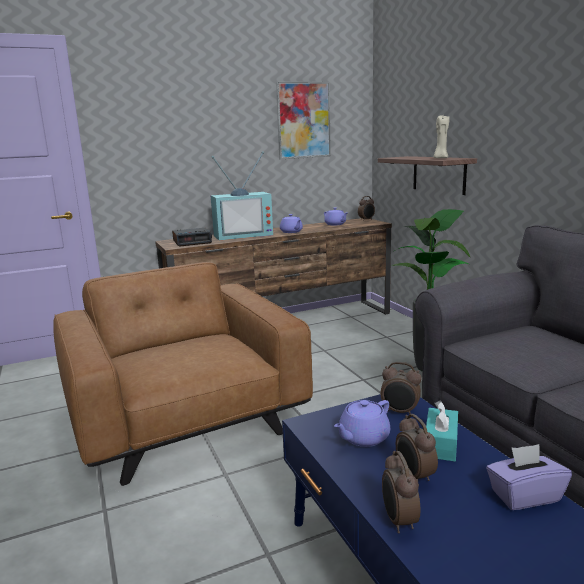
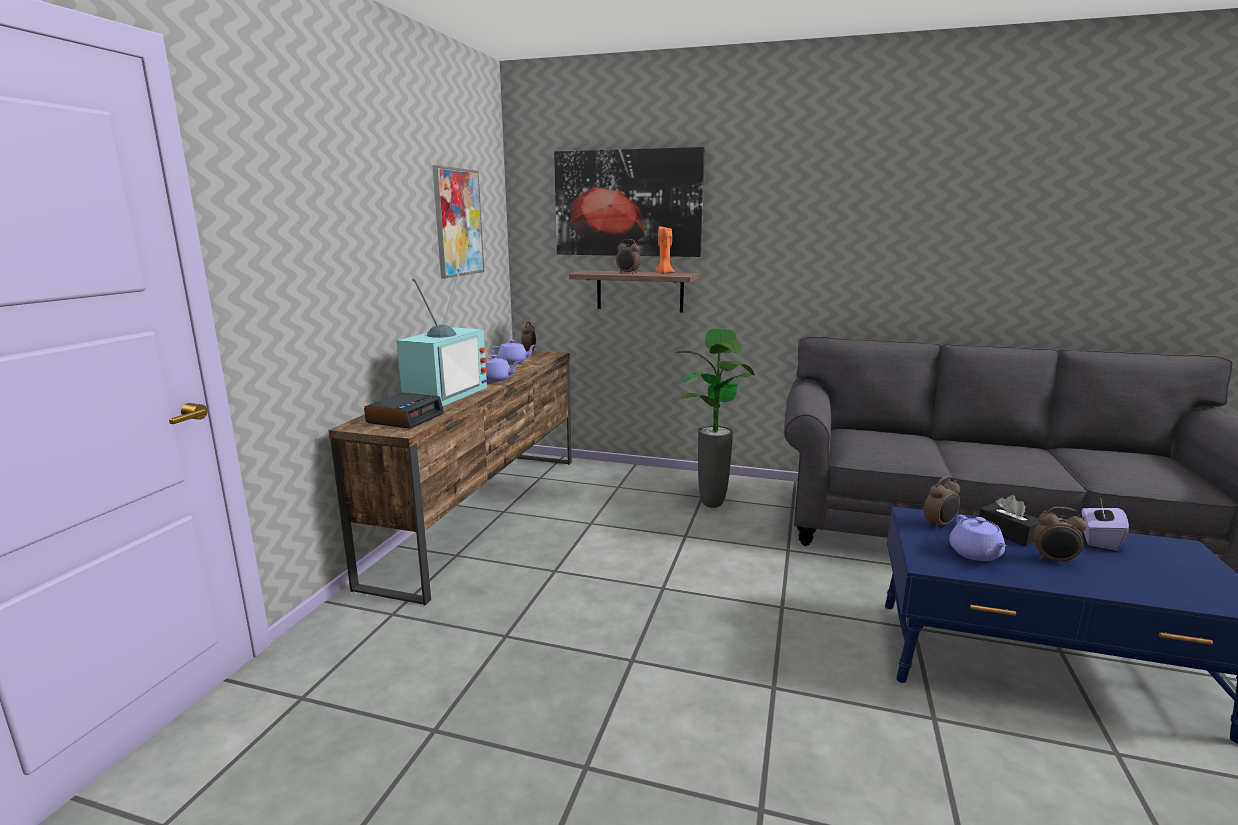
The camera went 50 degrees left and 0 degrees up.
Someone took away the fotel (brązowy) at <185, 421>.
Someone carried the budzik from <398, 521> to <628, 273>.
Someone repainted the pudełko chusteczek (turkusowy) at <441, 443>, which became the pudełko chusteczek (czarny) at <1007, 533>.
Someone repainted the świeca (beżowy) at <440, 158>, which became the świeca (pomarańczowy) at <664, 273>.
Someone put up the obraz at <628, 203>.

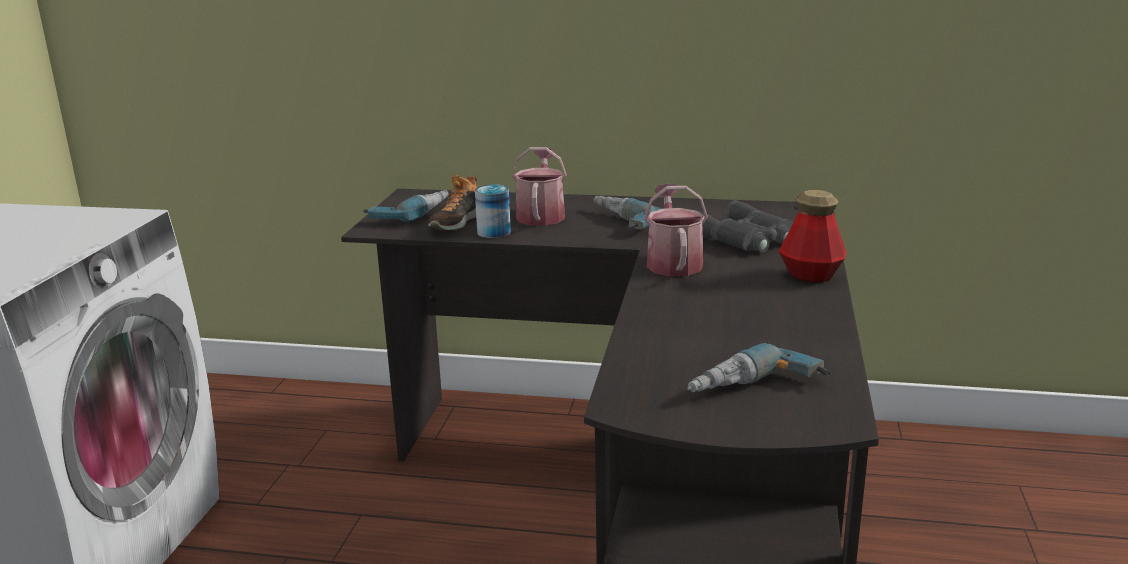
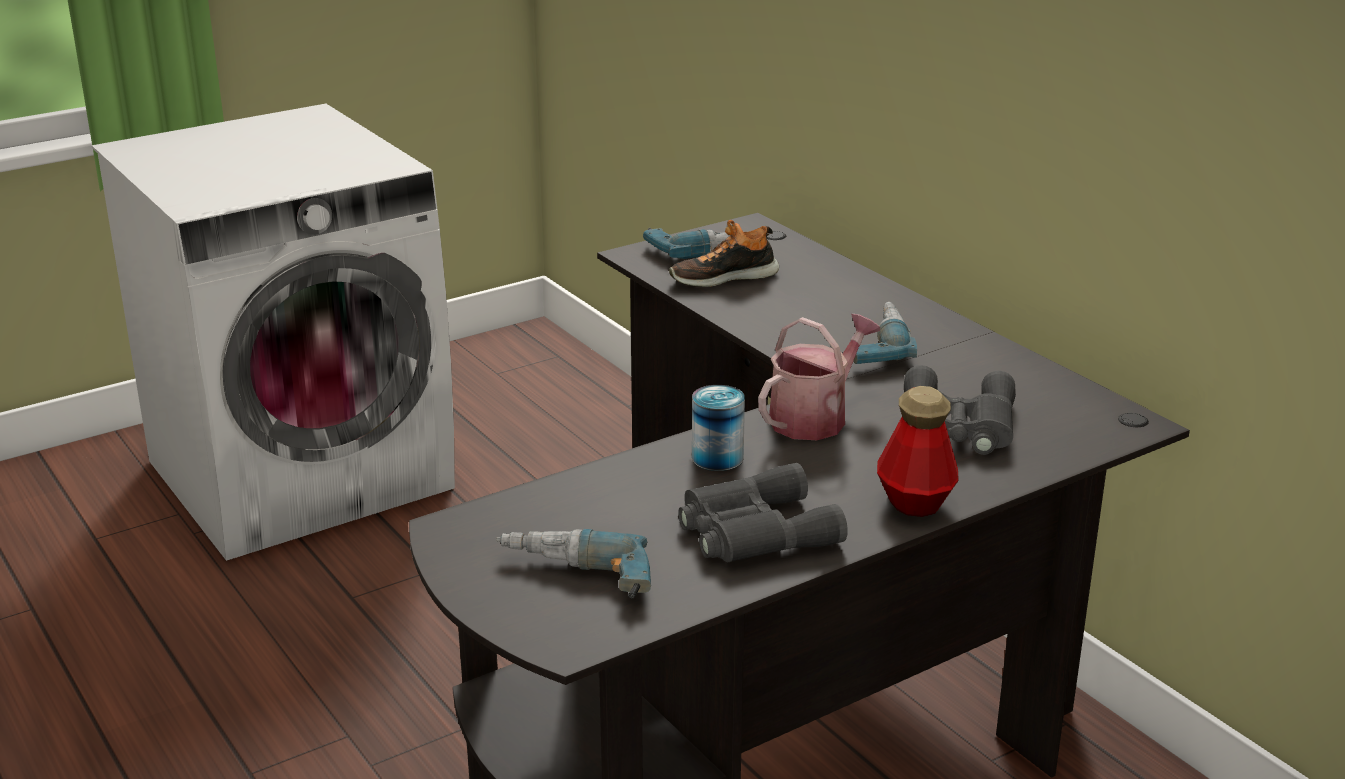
The camera went 45 degrees right and 5 degrees up.
Someone carried the puszka from <494, 232> to <717, 457>.
Someone took away the konewka at <541, 215>.
Someone put down the lornetka (szary) at <753, 531>.

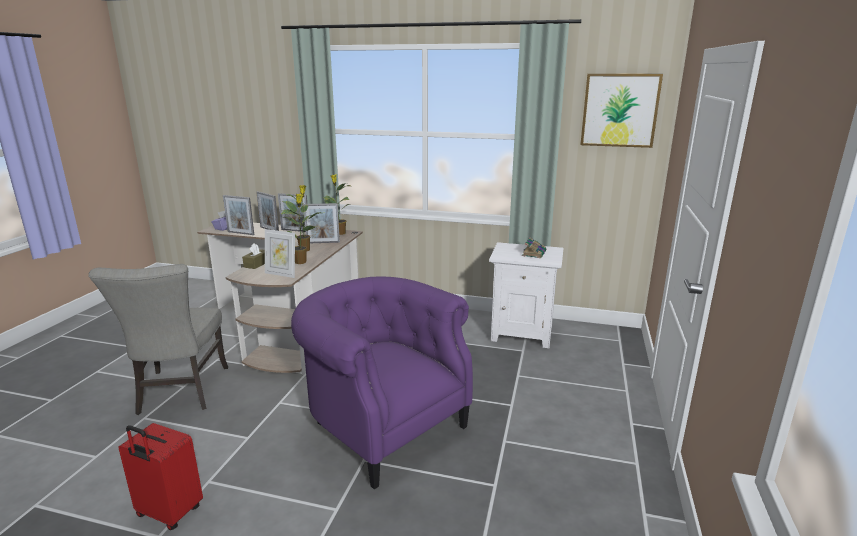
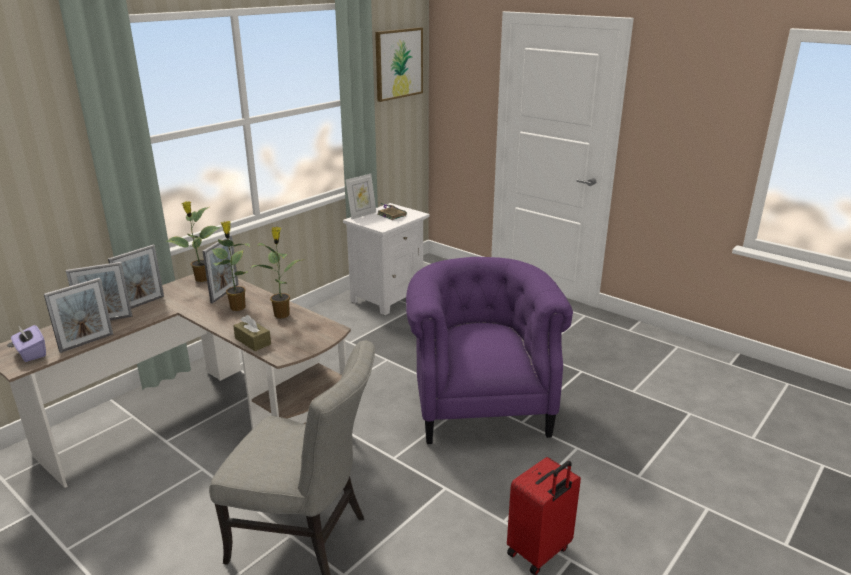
The camera went 65 degrees left and 5 degrees up.
Someone carried the ramka na zdjęcie from <281, 274> to <362, 215>.
Someone rotated the fotel (fioletowy) at <382, 426> by 105 degrees clockwise.

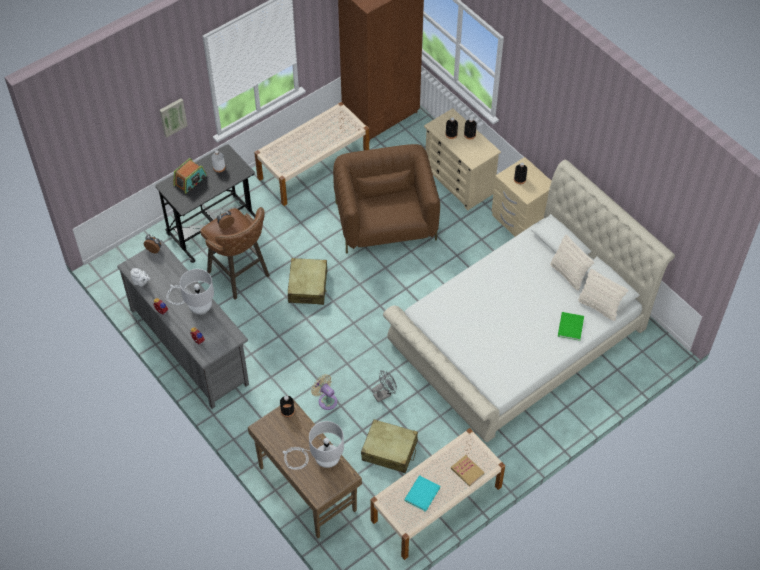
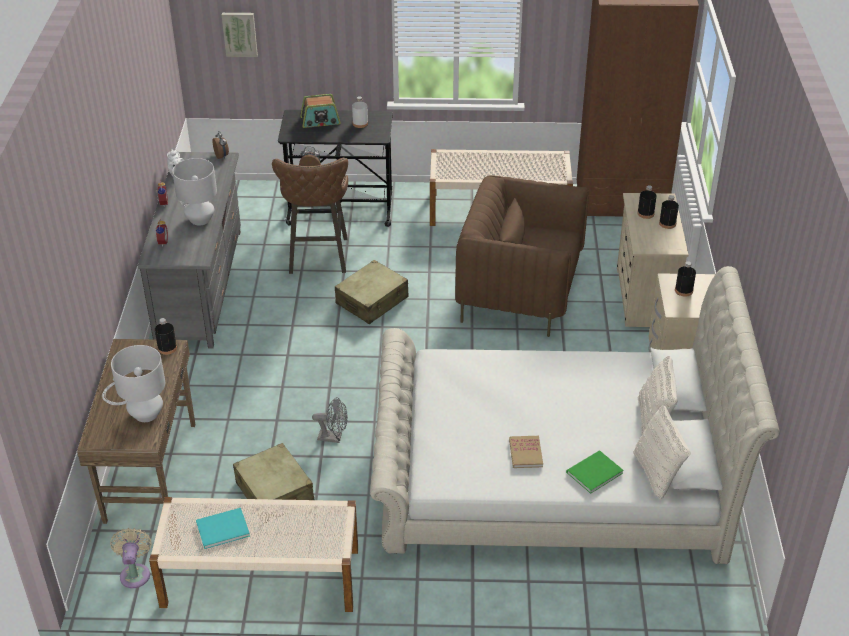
The camera went 40 degrees right and 15 degrees down.
Someone carried the obraz from <172, 116> to <240, 34>.
Someone carried the wentylator (beżowy) from <326, 400> to <135, 573>.
Someone rotated the fotel (brązowy) at <386, 222> by 105 degrees counterclockwise.
Someone carried the książka from <467, 471> to <525, 453>.

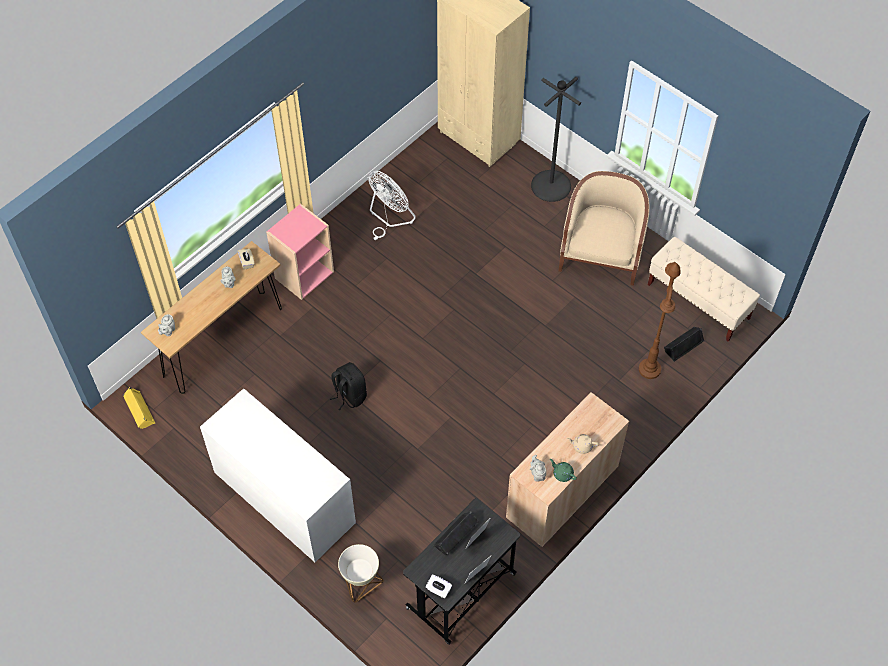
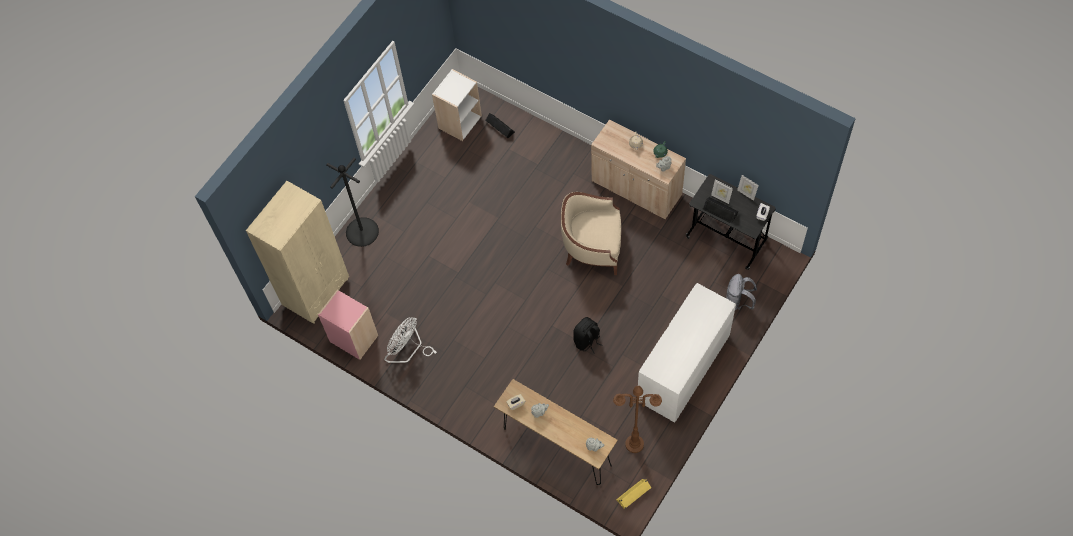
The camera went 95 degrees left and 5 degrees up.
Someone carried the regał (różowy) from <304, 274> to <353, 338>.
Someone swapped the donica at <361, 585> for the plecak (szary) at <738, 301>.
Someone carried the fotel (beżowy) from <601, 253> to <592, 247>.
Someone carried the lampa stojąca (brązowy) from <649, 369> to <634, 444>.
Someone swapped the ławka (beżowy) at <698, 302> for the regał (biały) at <460, 121>.

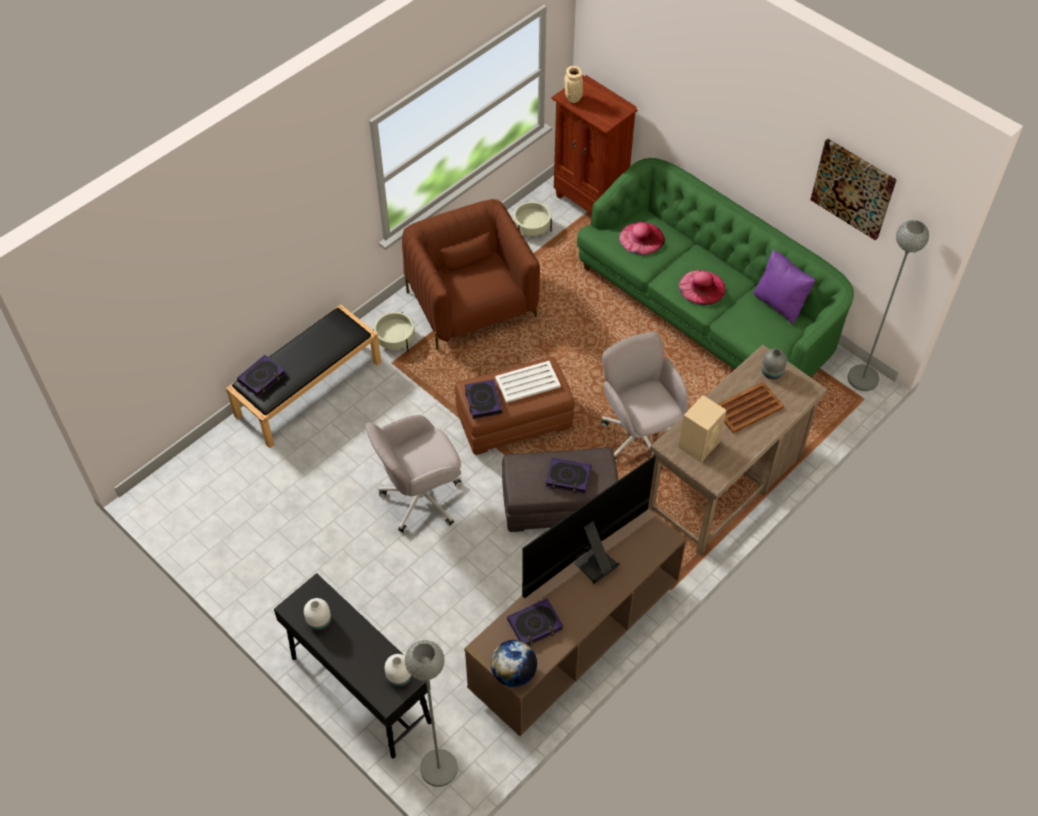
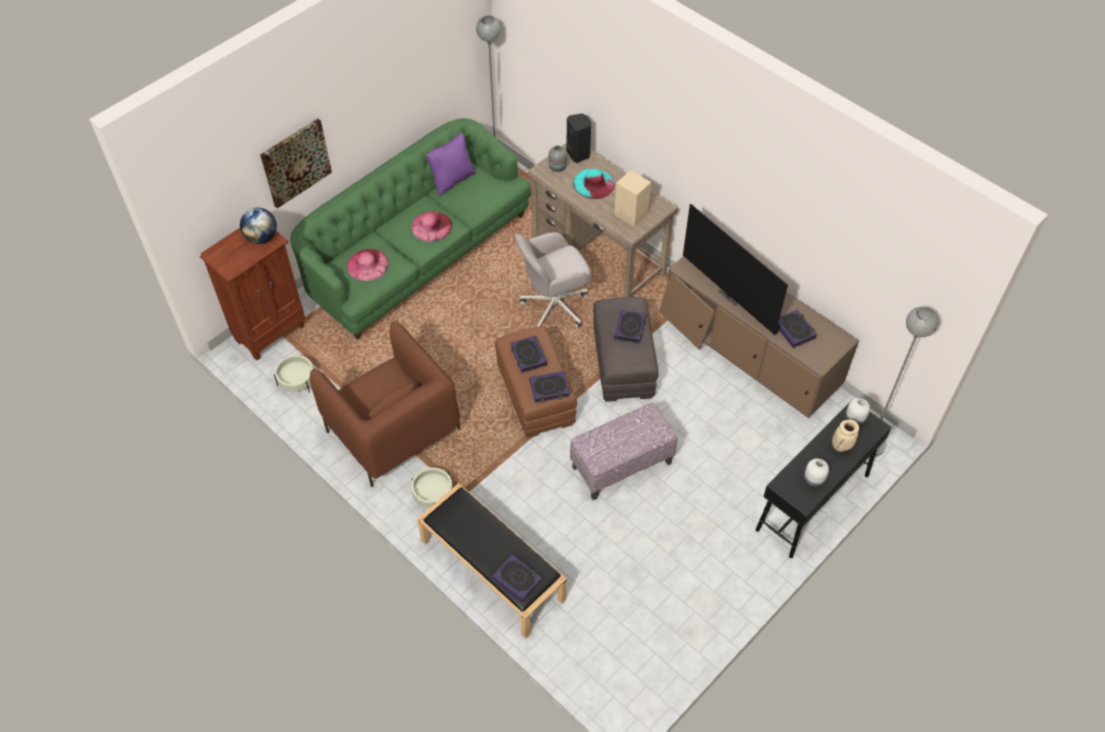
The camera went 90 degrees left and 0 degrees up.
Someone swapped the krzesło biurowe (szary) at <420, 499> for the pufa at <621, 465>.
Someone rotated the fotel (brązowy) at <472, 304> by 105 degrees counterclockwise.
Someone carried the globus from <514, 673> to <262, 237>.
Someone swapped the taca (biały) at <527, 382> for the książka at <528, 356>.
Someone carried the wazon (beżowy) from <573, 99> to <841, 446>.
Someone swapped the taca (brązowy) at <747, 408> for the kapelusz (turkusowy) at <593, 183>.
Someone carried the obraz from <853, 188> to <295, 162>.
Someone put down the głośnik (czarny) at <579, 154>.

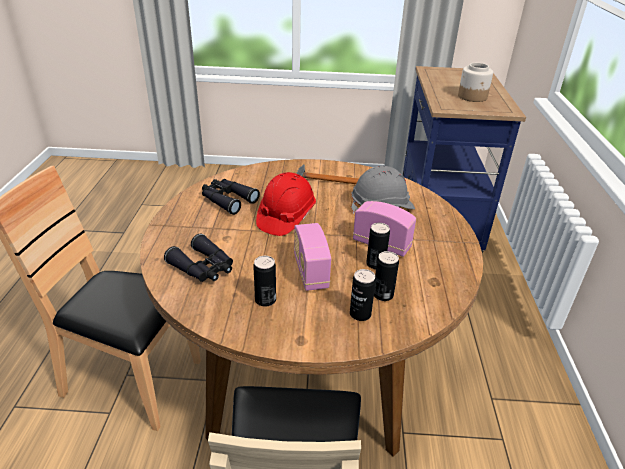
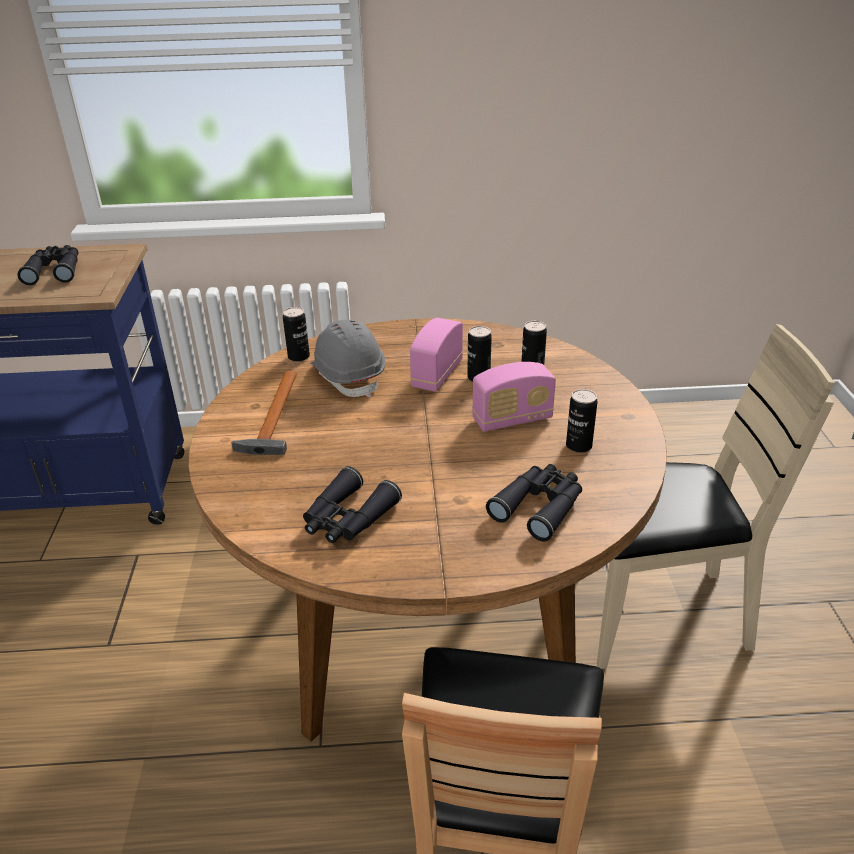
The camera went 95 degrees left and 0 degrees up.
Someone took away the kask (czerwony) at <286, 217>.
Someone carried the puszka from <360, 314> to <298, 357>.
Someone swapped the słoik at <472, 97> for the lornetka (czarny) at <55, 271>.

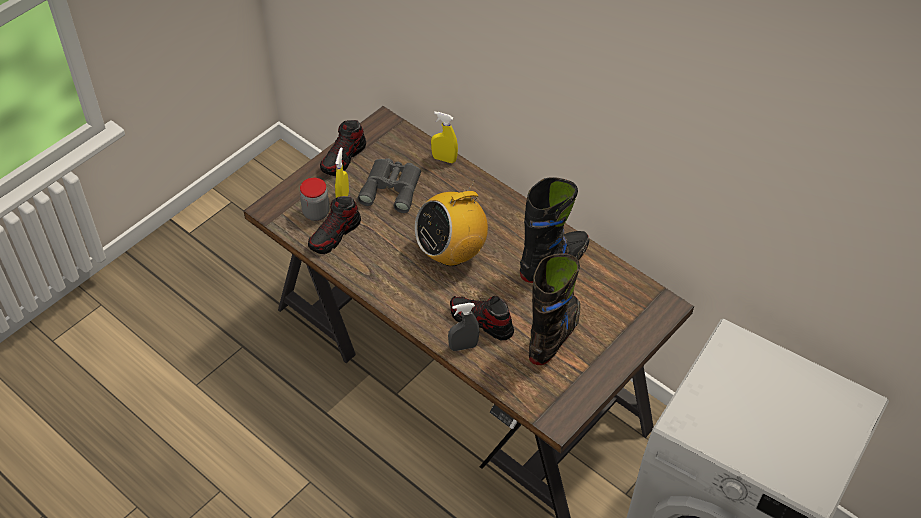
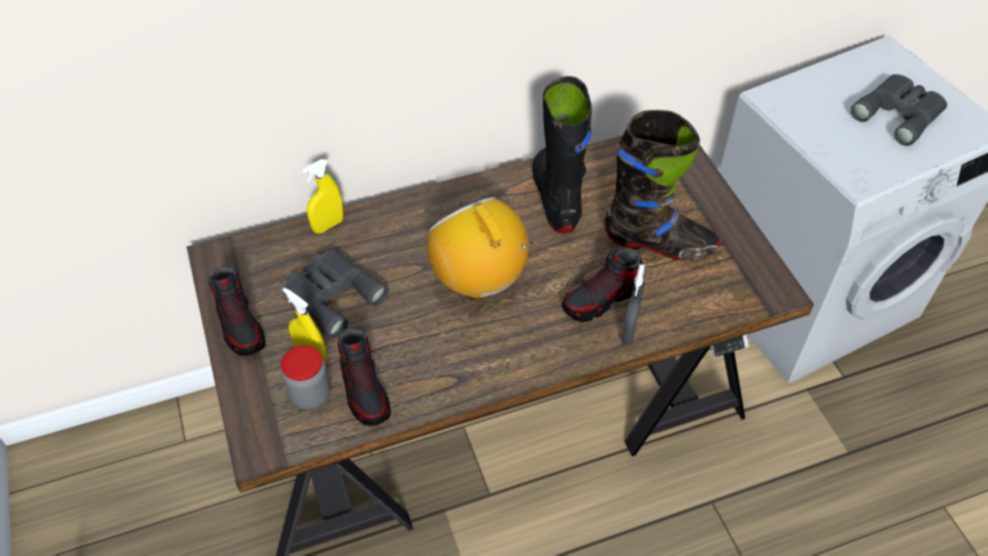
The camera went 60 degrees left and 0 degrees up.
Someone rotated the radio at <451, 252> by 150 degrees clockwise.
Someone rotated the but z cholewką (czarny) at <554, 335> by 135 degrees clockwise.
Someone put down the lornetka (szary) at <900, 113>.

